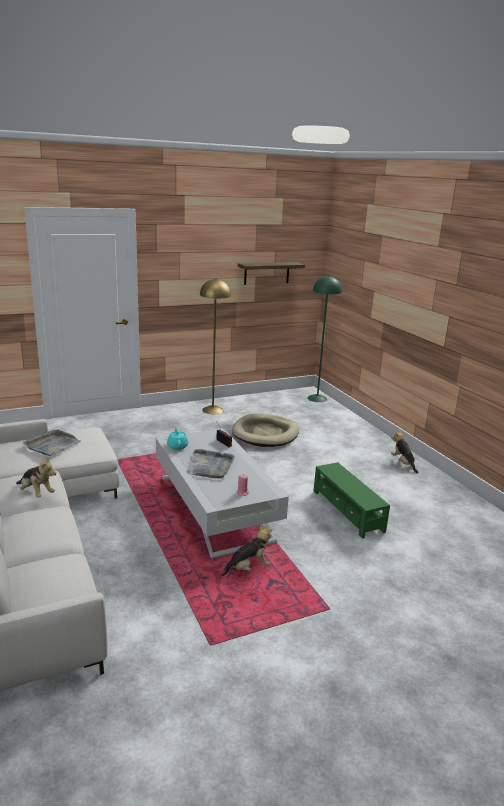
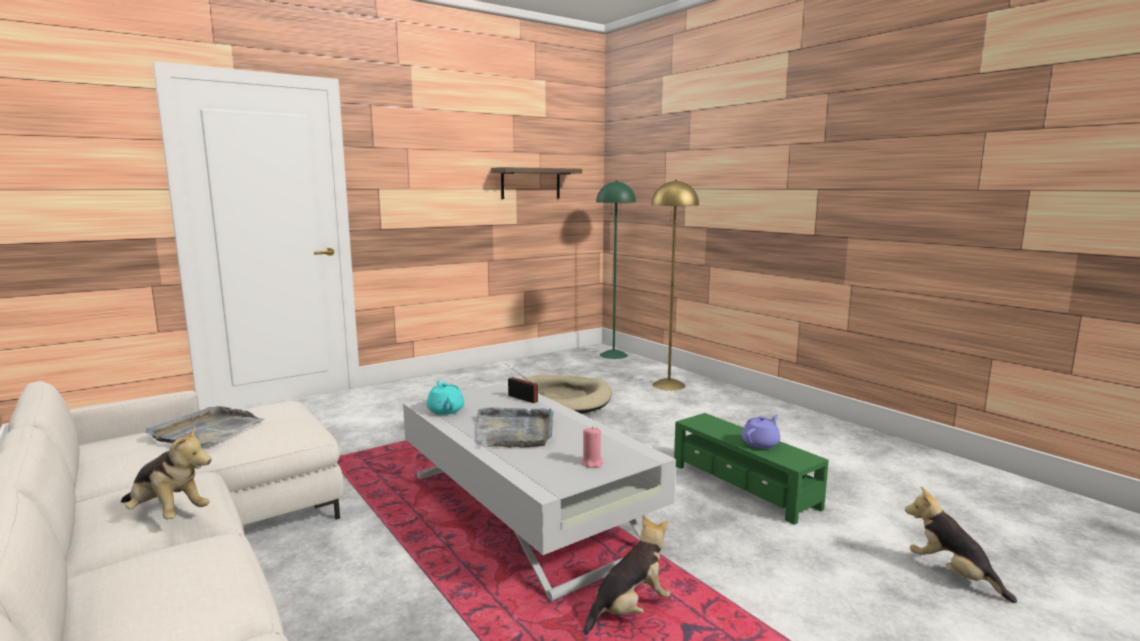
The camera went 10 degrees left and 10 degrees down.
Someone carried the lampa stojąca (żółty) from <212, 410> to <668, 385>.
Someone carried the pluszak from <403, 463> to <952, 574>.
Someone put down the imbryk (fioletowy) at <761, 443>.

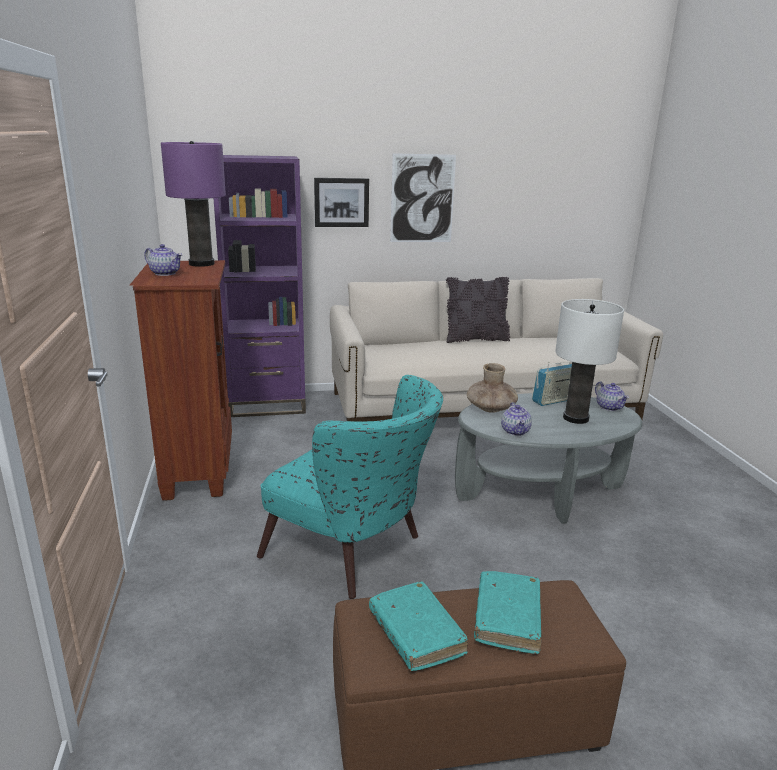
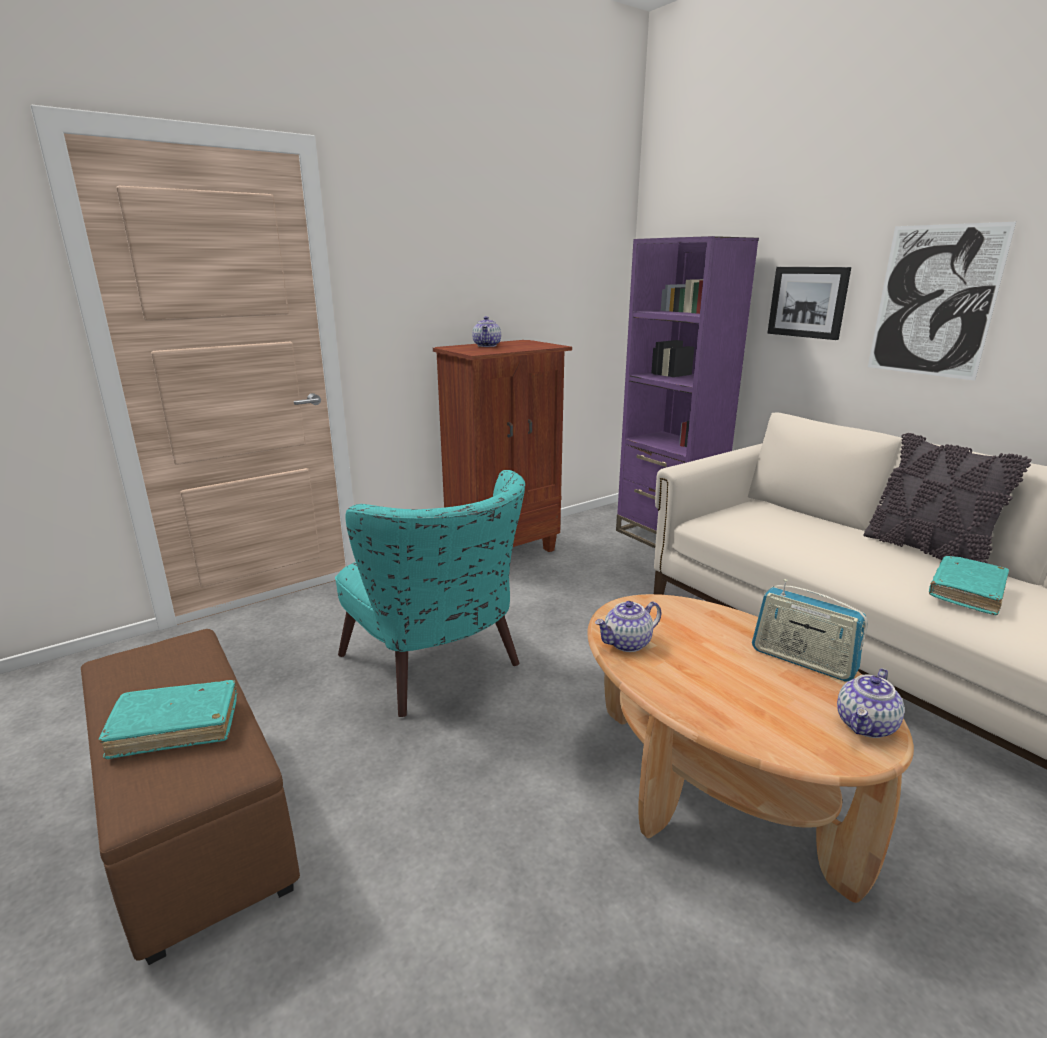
The camera went 65 degrees right and 0 degrees up.
Someone took away the lampa stołowa (fioletowy) at <201, 264>.
Someone rotated the fotel (turkusowy) at <354, 553> by 45 degrees counterclockwise.
Someone carried the książka (turkusowy) from <416, 633> to <966, 592>.
Someone repainted the ława (szary) at <540, 493>, which became the ława (brązowy) at <711, 791>.
Someone took away the wazon (brązowy) at <491, 408>.
Someone took away the lampa stołowa (biały) at <576, 418>.

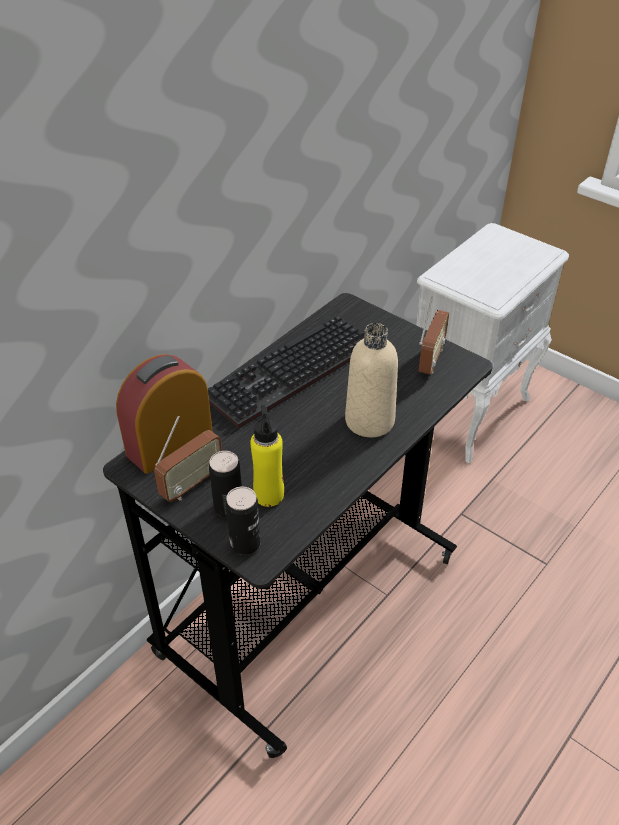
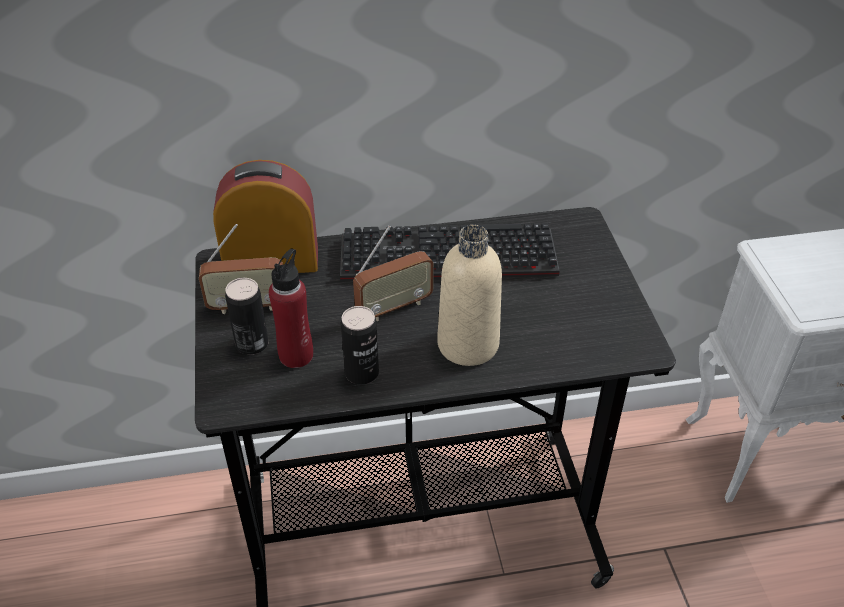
The camera went 40 degrees right and 0 degrees up.
Someone carried the puszka from <245, 543> to <362, 373>.
Someone repainted the butelka (żółty) at <269, 495>, which became the butelka (czerwony) at <296, 355>.
Someone carried the radio from <430, 360> to <394, 307>.

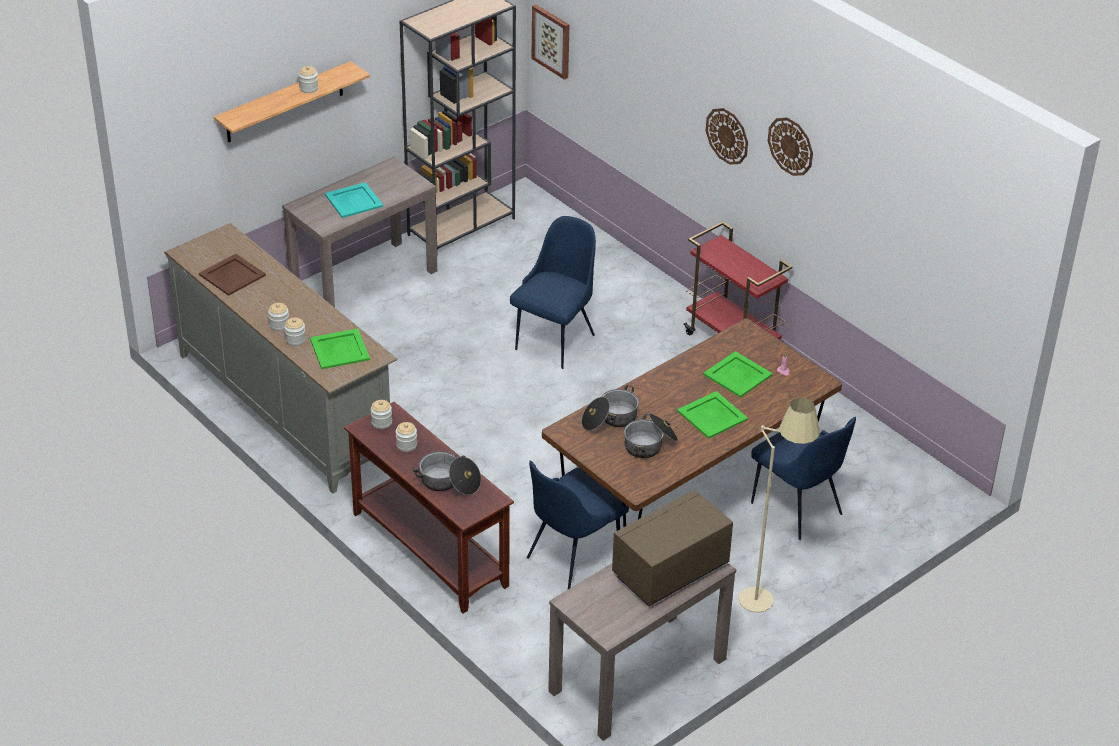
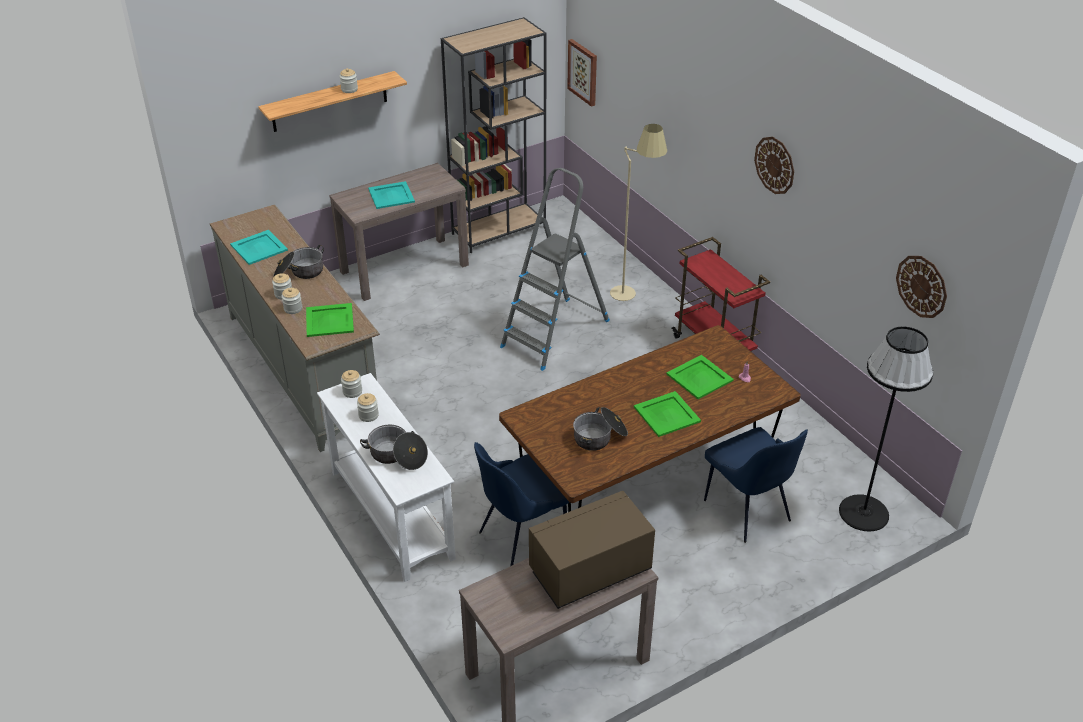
The camera went 10 degrees right and 0 degrees up.
Someone repainted the taca (brązowy) at <231, 275>, which became the taca (turkusowy) at <258, 247>.
Someone repainted the stolik konsolowy (brązowy) at <429, 549>, which became the stolik konsolowy (biały) at <391, 514>.
Someone swapped the krzesło (niebieski) at <555, 342> for the drabinka (szary) at <555, 334>.
Someone carried the garnek from <610, 419> to <299, 272>.
Someone carried the zegar ścienny from <727, 136> to <922, 286>.
Someone carried the lampa stojąca (beżowy) from <768, 593> to <633, 290>.
Someone put down the lampa stojąca (czarny) at <864, 513>.

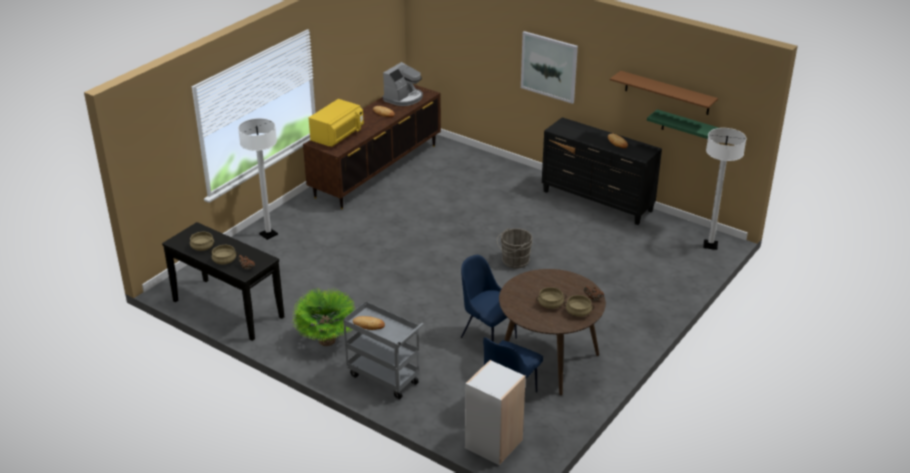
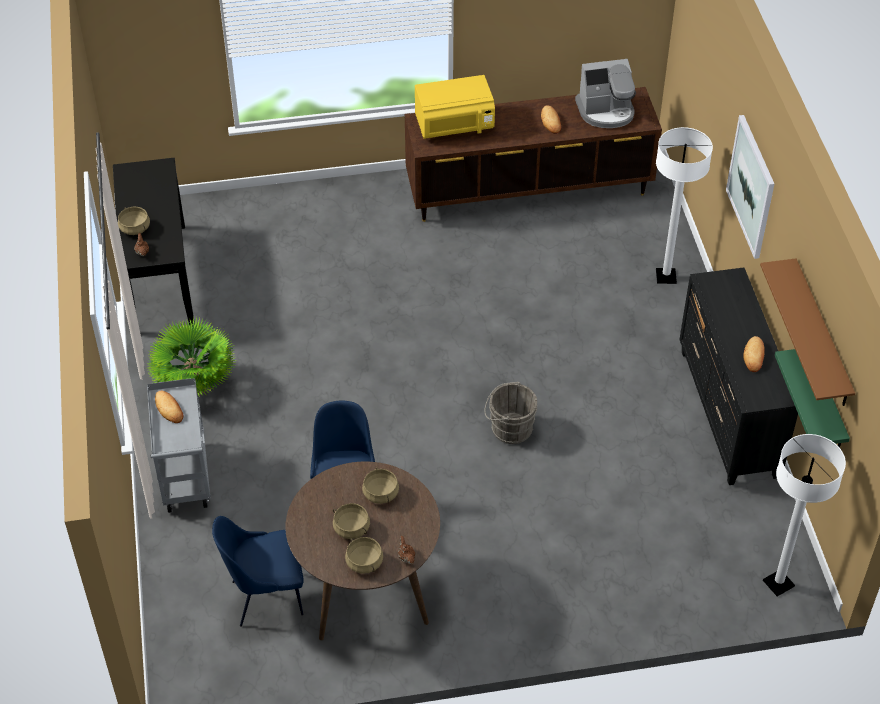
The camera went 45 degrees right and 15 degrees up.
Someone carried the garnek (beżowy) from <203, 247> to <381, 493>.
Someone carried the lampa stojąca (biały) from <268, 234> to <666, 276>.
Someone took away the regał at <493, 443>.

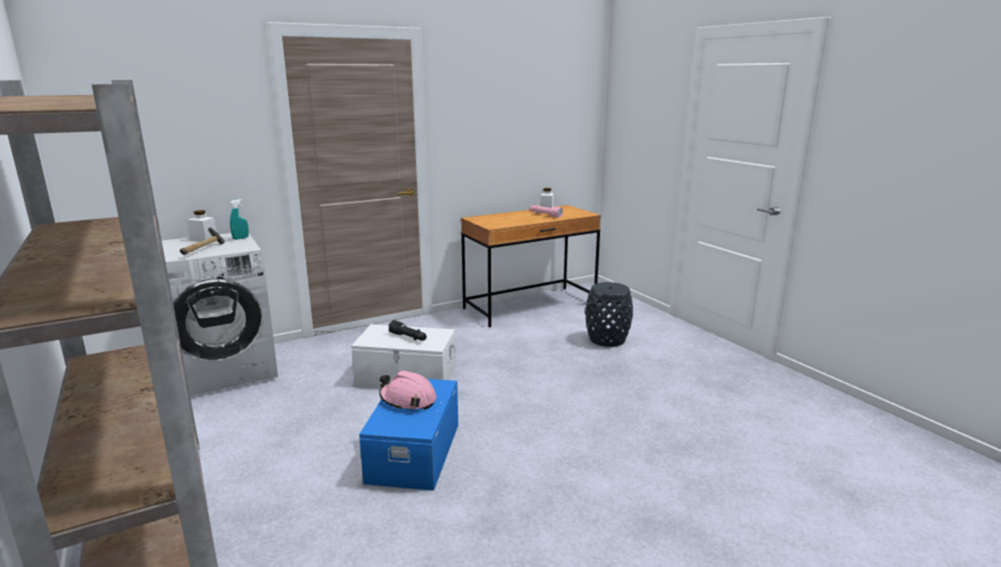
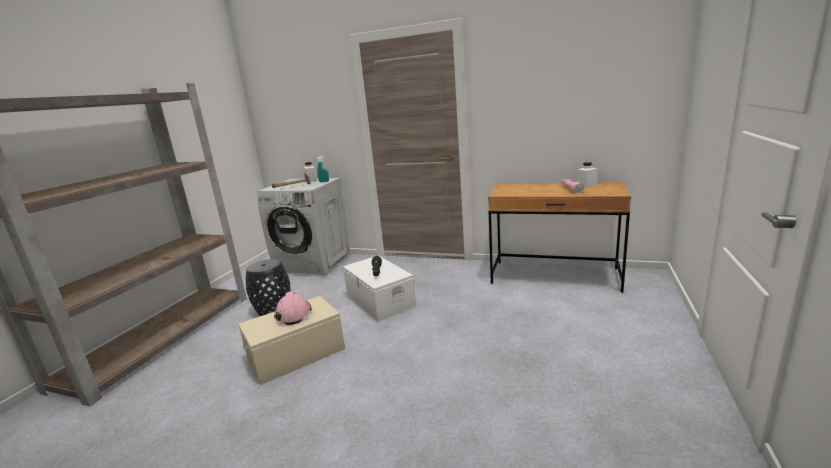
The camera went 50 degrees right and 0 degrees up.
Someone repainted the pojemnik do przechowywania (niebieski) at <412, 452>, which became the pojemnik do przechowywania (beżowy) at <295, 353>.
Someone carried the stołek (czarny) from <607, 339> to <273, 309>.

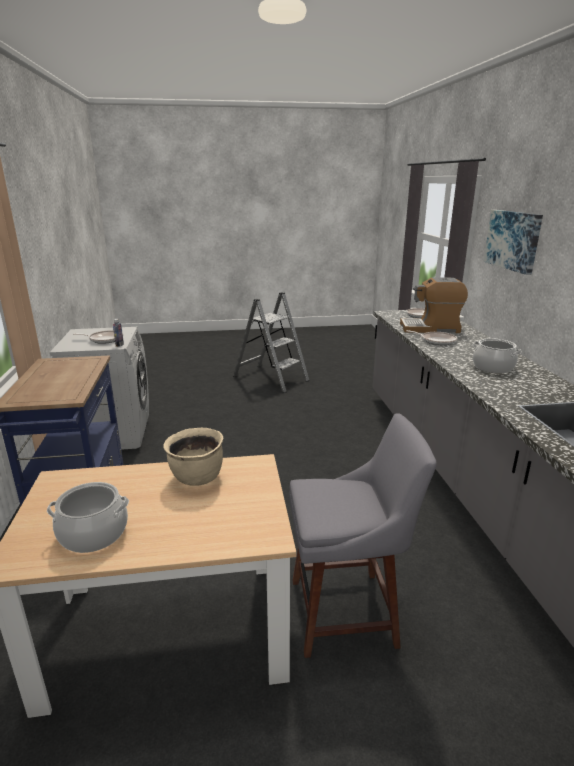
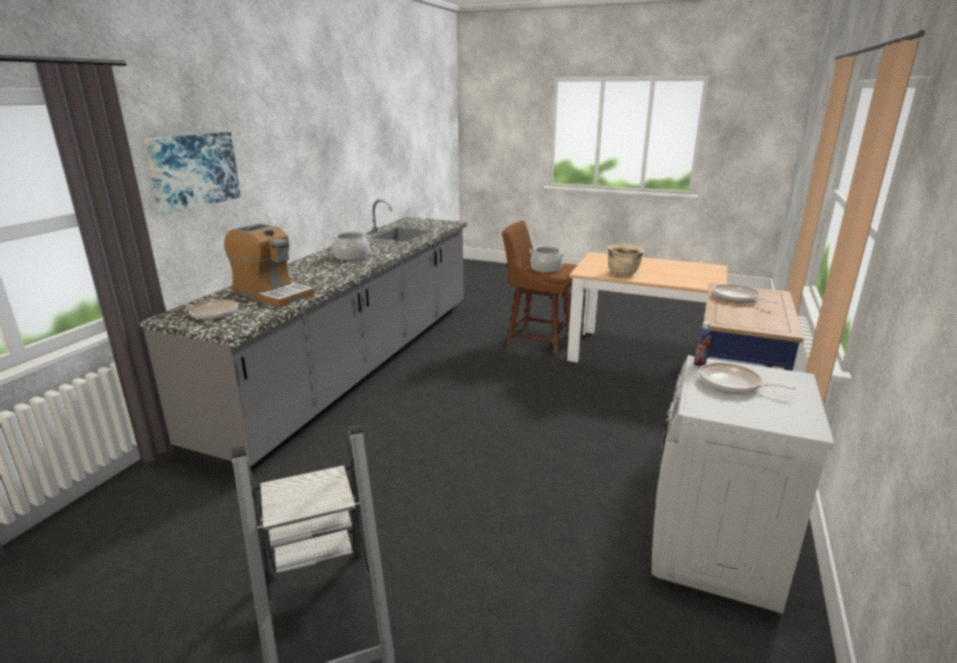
The camera went 150 degrees left and 0 degrees up.
Someone carried the garnek from <93, 534> to <546, 268>.
Someone repainted the stołek (szary) at <348, 611>, which became the stołek (brązowy) at <536, 340>.
Someone carried the patelnia from <436, 341> to <737, 298>.

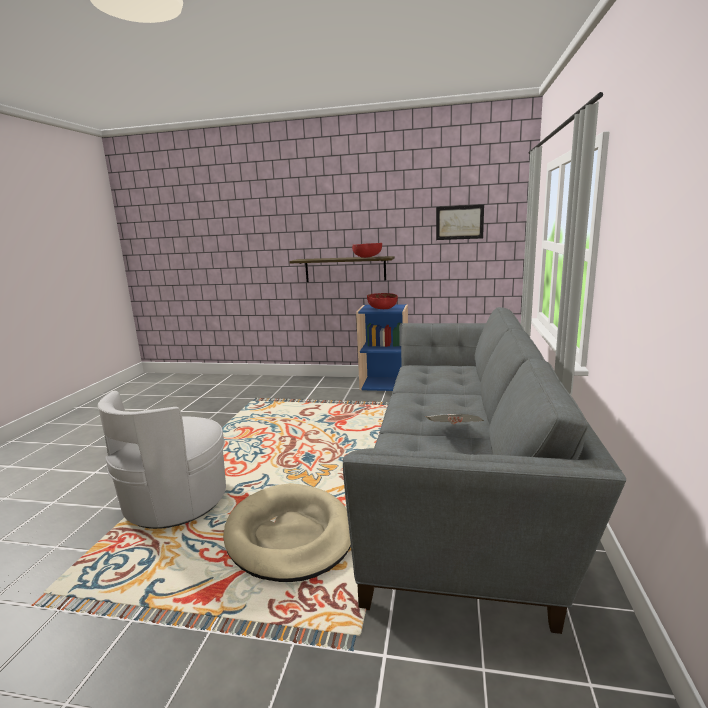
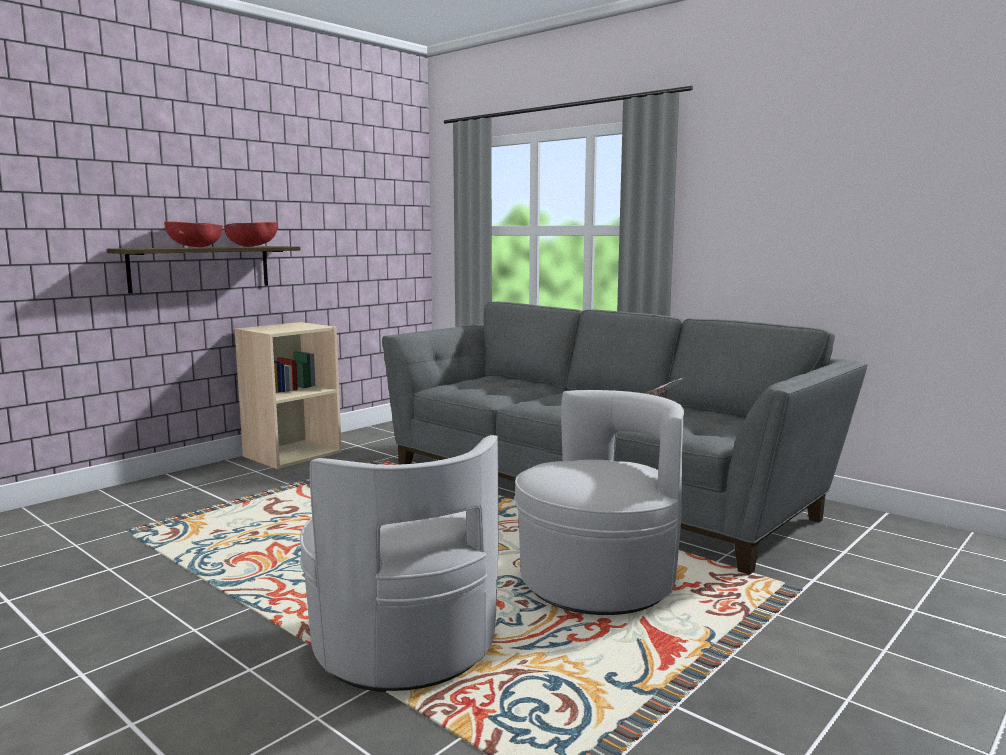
The camera went 60 degrees left and 5 degrees down.
Someone swapped the legowisko (beżowy) at <289, 535> for the fotel (biały) at <596, 583>.
Someone repainted the regał (niebieski) at <385, 384>, which became the regał (beżowy) at <293, 454>.
Someone carried the miska (czerwony) from <382, 309> to <195, 247>.
Someone took away the obraz at <459, 222>.

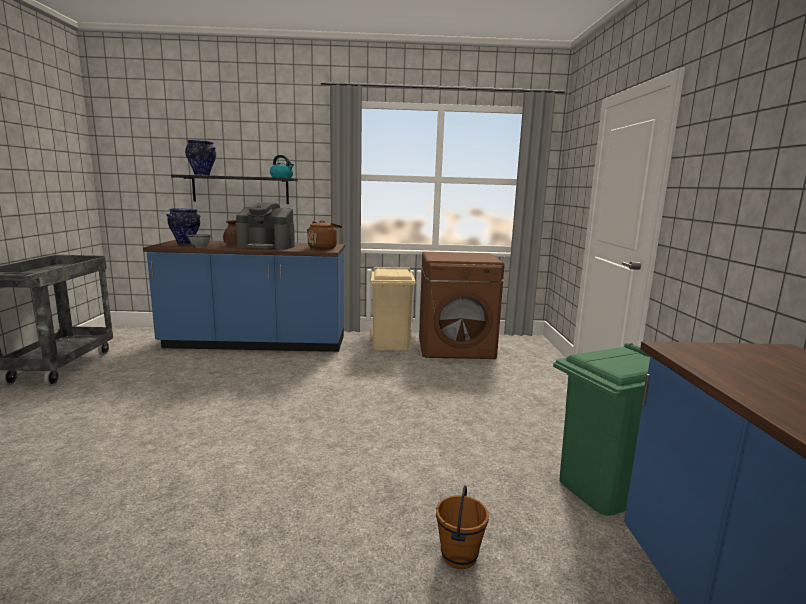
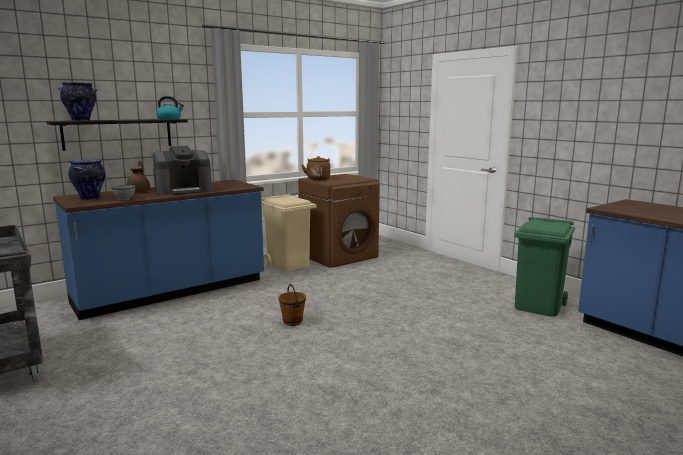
The camera went 35 degrees left and 0 degrees up.
Someone carried the czajnik (brązowy) from <323, 248> to <318, 179>.
Someone carried the wiadro (brązowy) from <460, 556> to <293, 322>.

